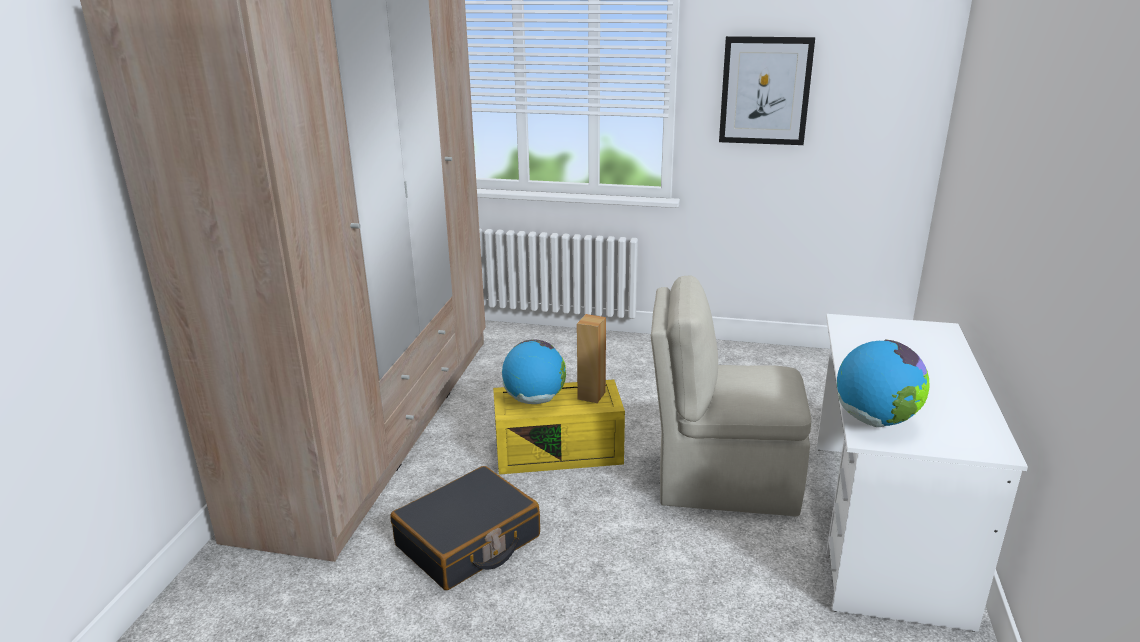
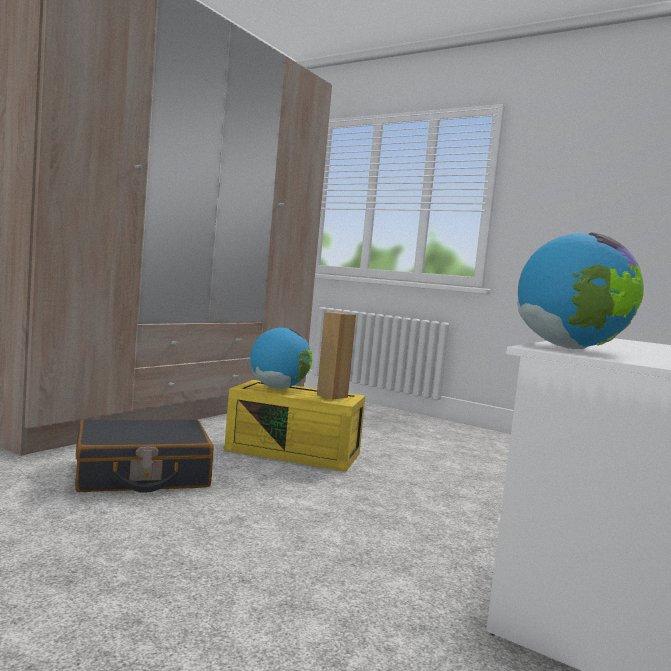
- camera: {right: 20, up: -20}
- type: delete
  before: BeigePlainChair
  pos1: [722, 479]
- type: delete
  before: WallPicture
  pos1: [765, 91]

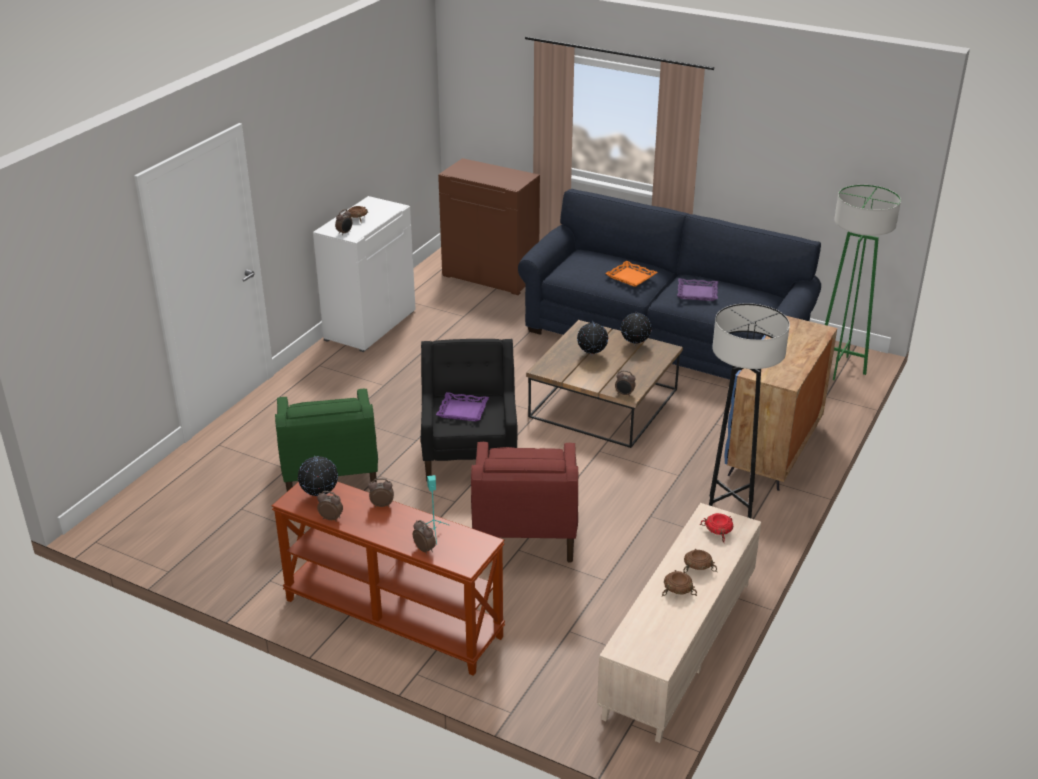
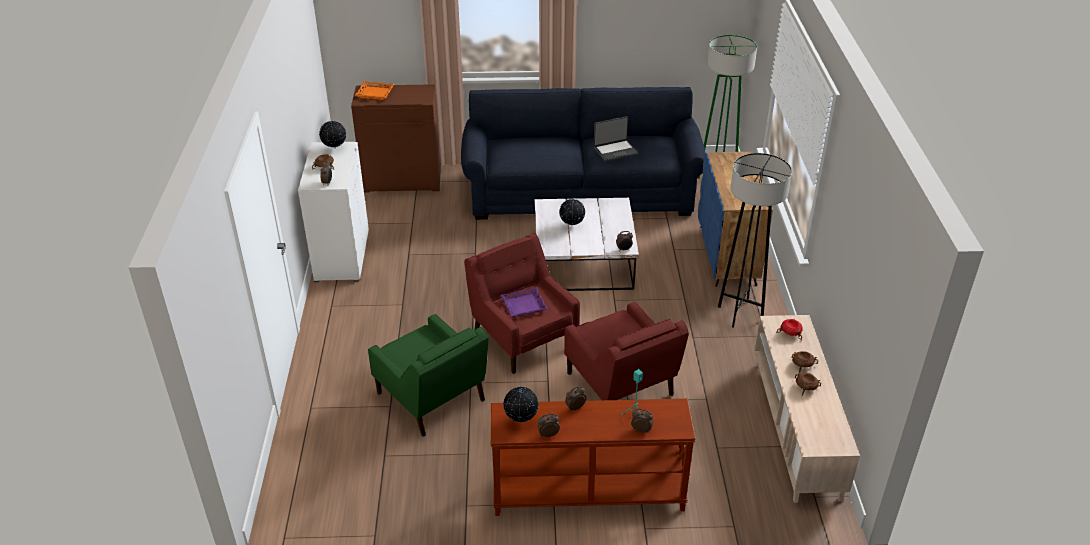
- camera: {right: -30, up: 5}
- type: move
  before: OrangeyCarryingTray
  pos1: [630, 277]
  pos2: [374, 93]
- type: move
  before: Globe
  pos1: [635, 345]
  pos2: [334, 148]
- type: replace
  before: PurpleCarryingTray
  after: NotebookComputer
  pos1: [697, 293]
  pos2: [615, 151]
- type: recolor
  before: BlackEasyChair
  after: RedEasyChair
  pos1: [470, 453]
  pos2: [523, 337]
- type: recolor
  before: BrownCoffeeTable
  after: WhiteColouredCoffeeTable
  pos1: [605, 402]
  pos2: [584, 259]

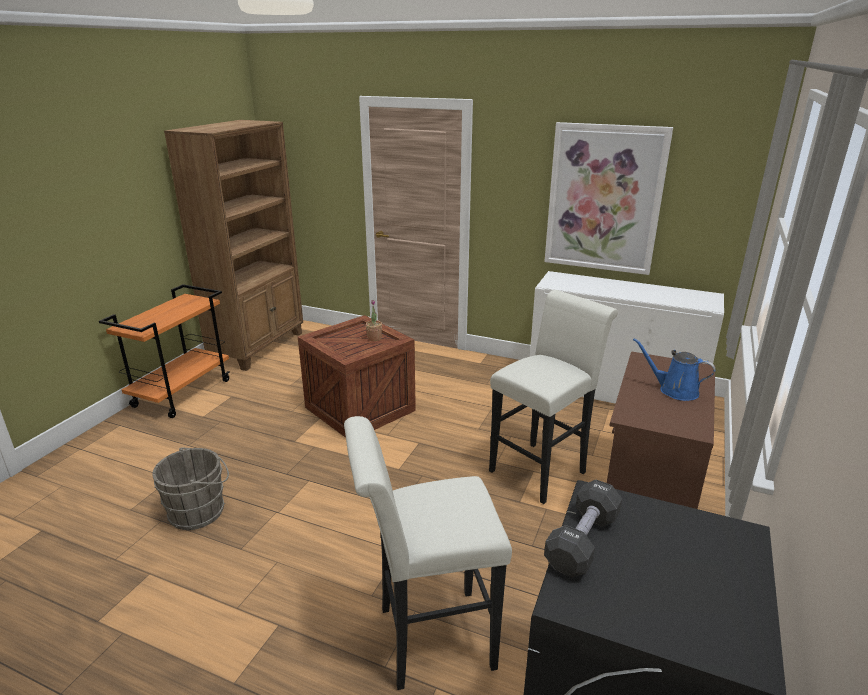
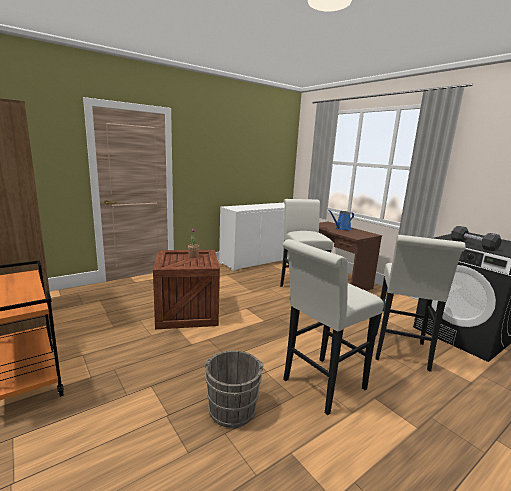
- camera: {right: -60, up: -10}
- type: delete
  before: WallPicture
  pos1: [604, 199]
- type: insert
  after: WhiteColouredStoolSeat
  pos2: [320, 386]

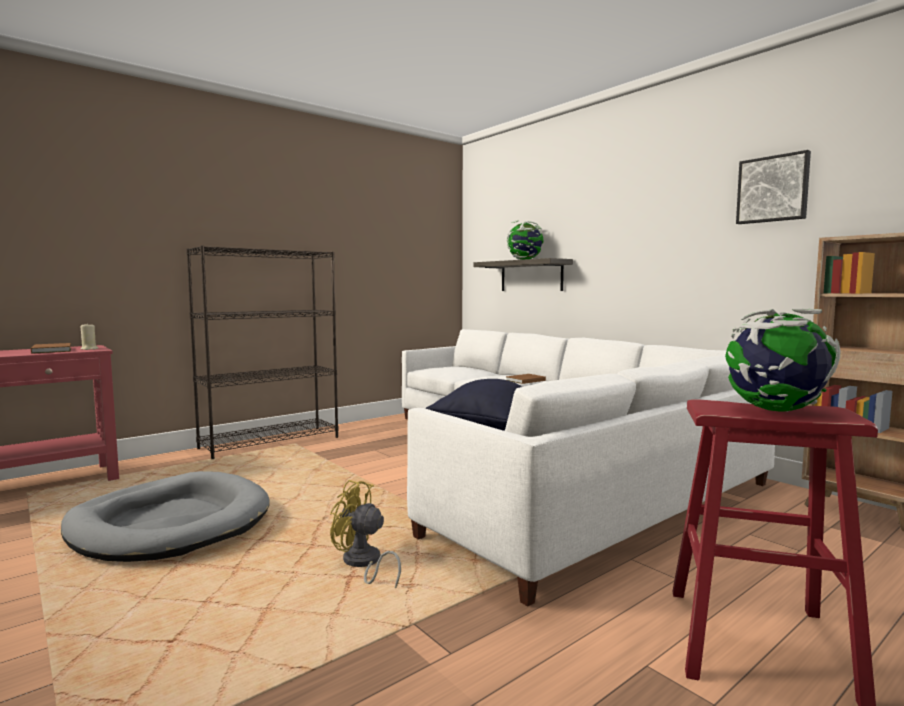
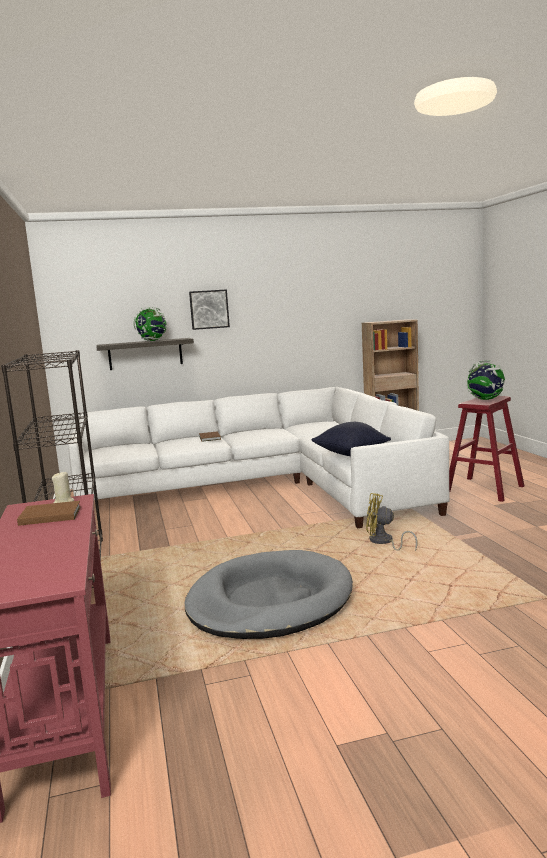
- camera: {right: -65, up: 5}
- type: move
  before: WallPicture
  pos1: [773, 189]
  pos2: [209, 309]
- type: rotate
  before: YellowFan
  pos1: [363, 564]
  pos2: [384, 542]
  turn: 60

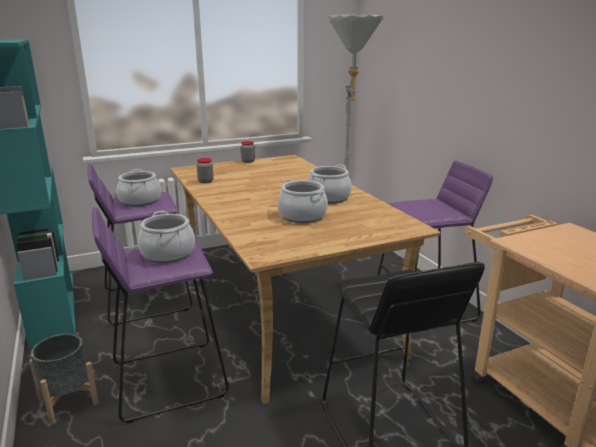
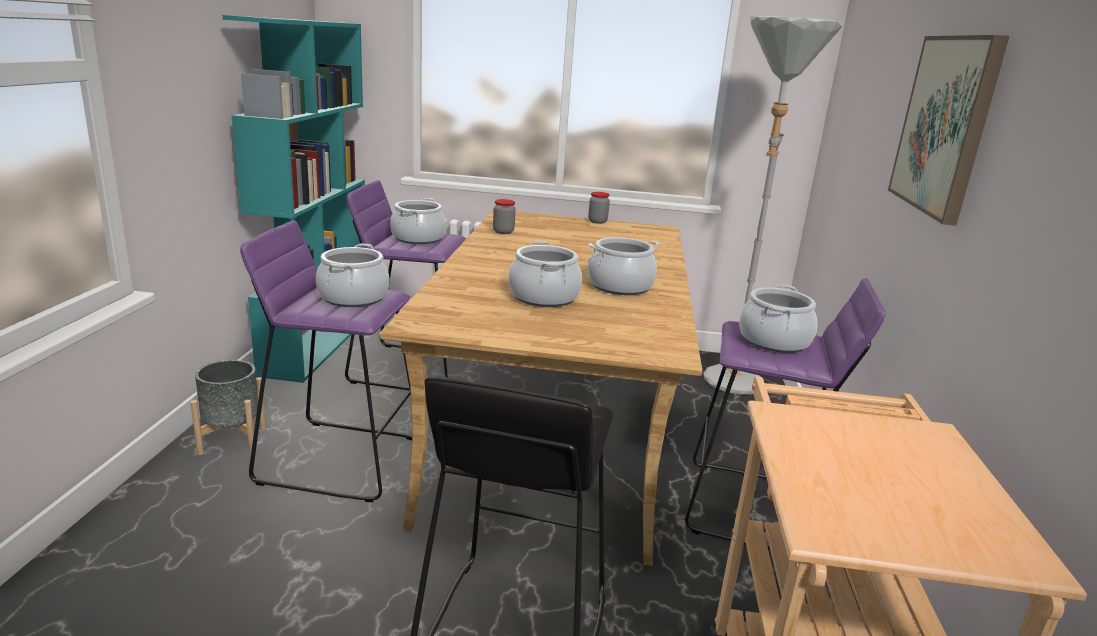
- camera: {right: 30, up: 0}
- type: insert
  after: CookingPot
  pos2: [773, 341]
- type: insert
  after: WallPicture
  pos2: [946, 125]

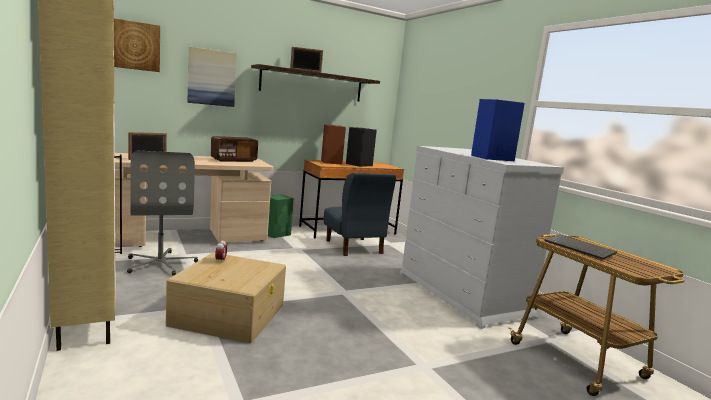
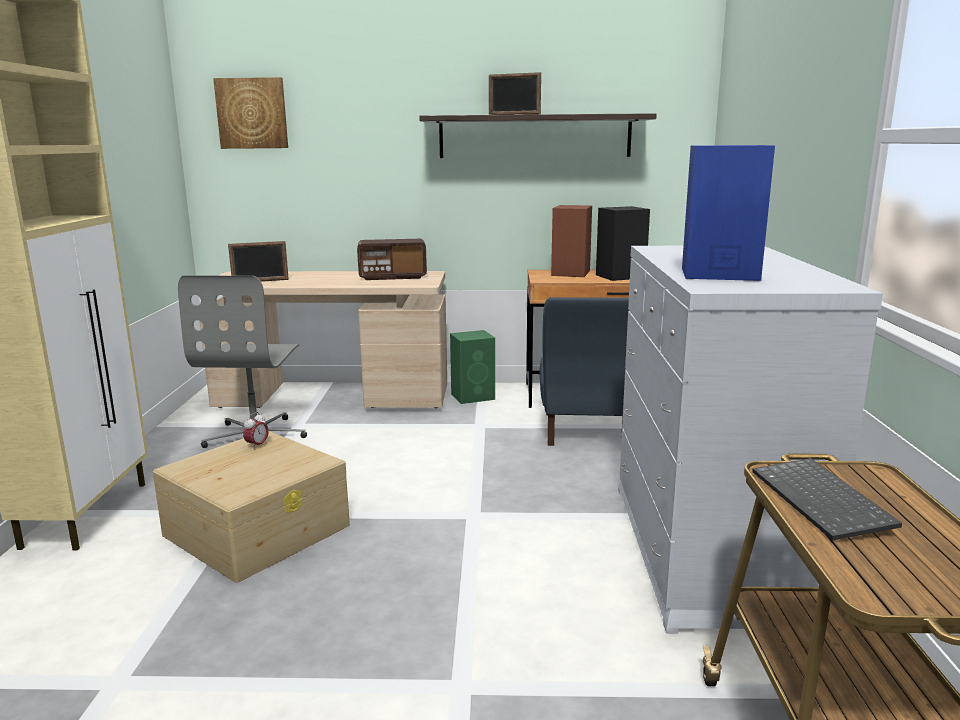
- camera: {right: 30, up: 5}
- type: delete
  before: WallPicture
  pos1: [211, 77]

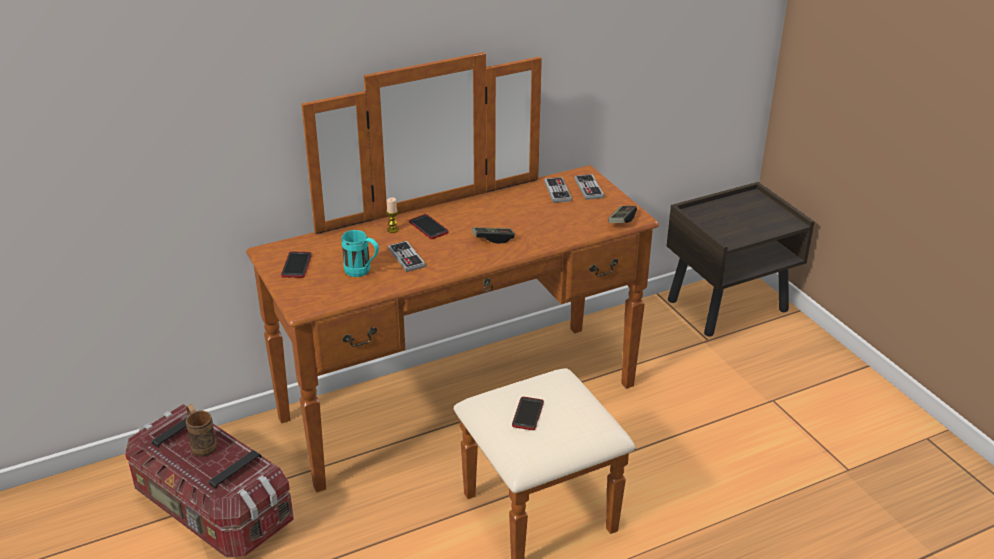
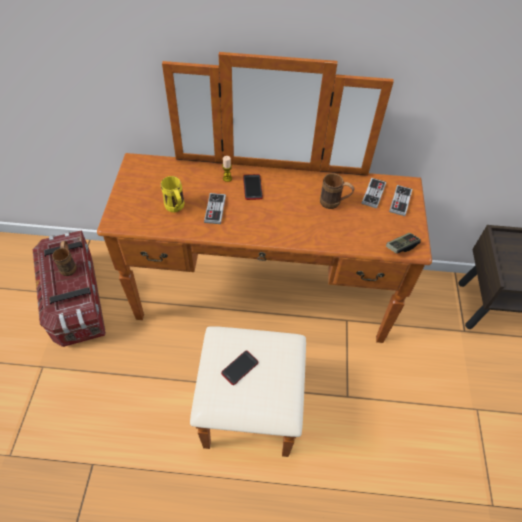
- camera: {right: 30, up: 20}
- type: delete
  before: Telephone
  pos1: [296, 265]
- type: delete
  before: GameController
  pos1: [493, 239]
- type: insert
  after: BrownTeaMug
  pos2: [334, 204]
- type: recolor
  before: BlueGreenTeaMug
  after: YellowTeaMug
  pos1: [362, 272]
  pos2: [176, 208]

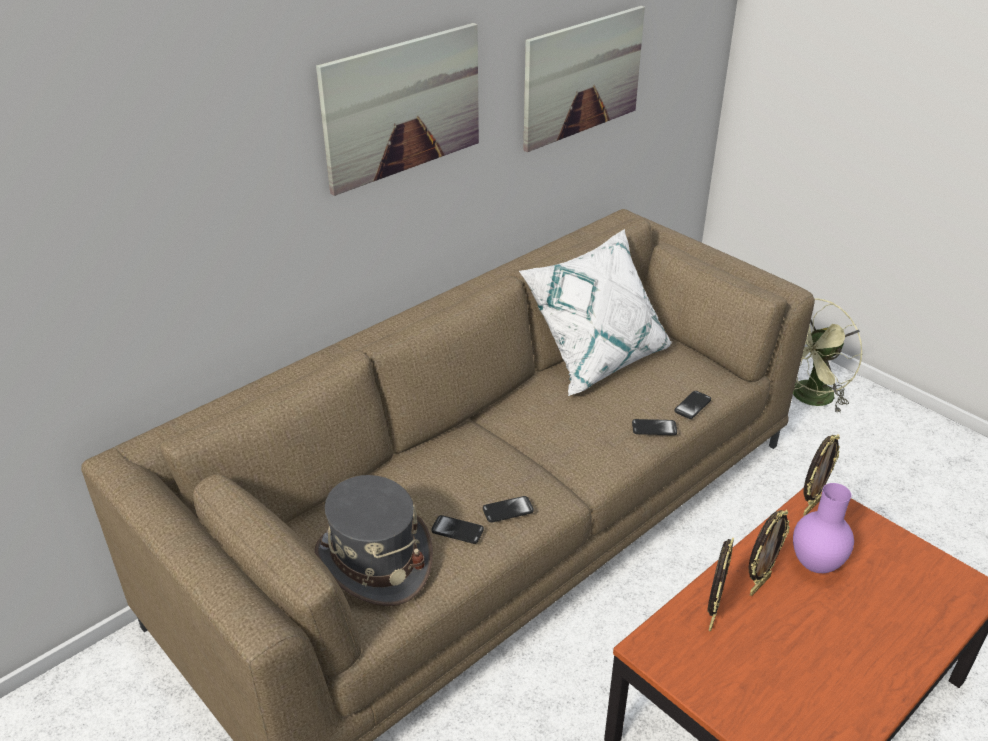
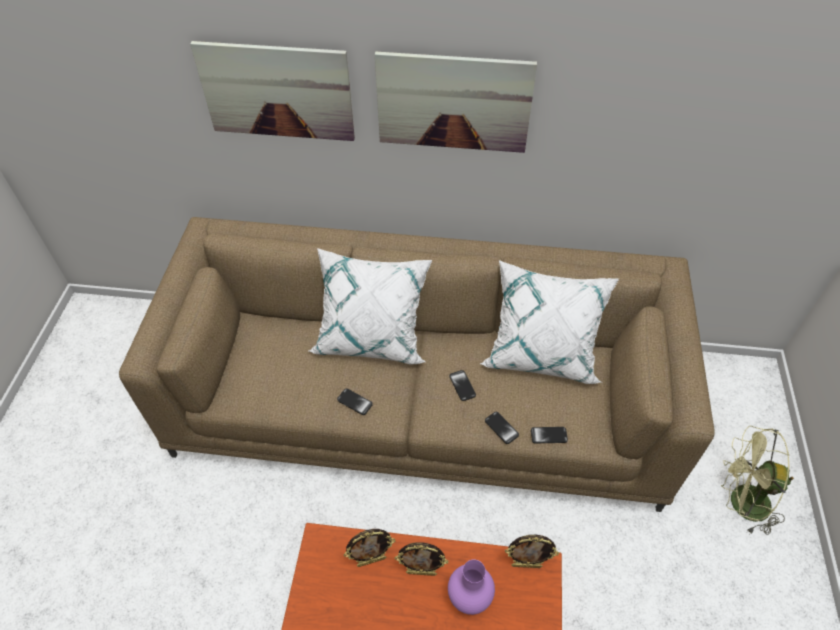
- camera: {right: 50, up: 15}
- type: delete
  before: GrayHat
  pos1: [374, 560]
- type: insert
  after: WhiteColouredPillow
  pos2: [372, 337]
- type: move
  before: Telephone
  pos1: [457, 530]
  pos2: [462, 386]
- type: move
  before: WallPicture
  pos1: [582, 77]
  pos2: [277, 91]

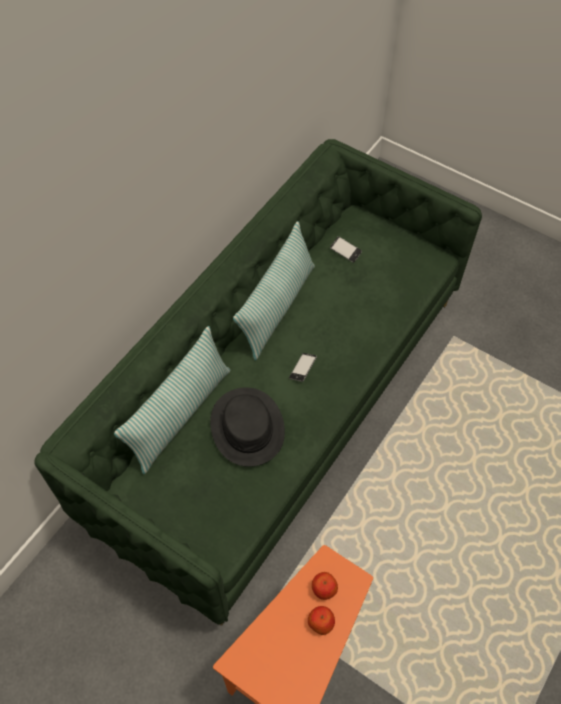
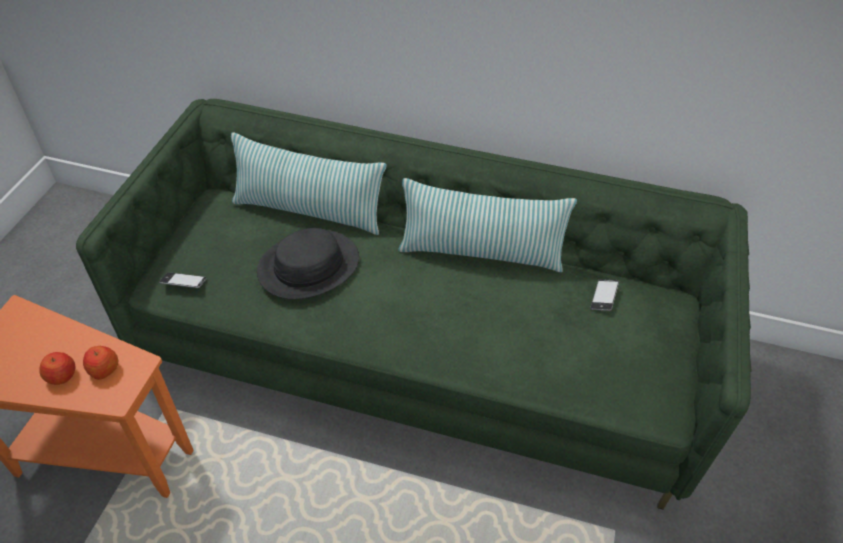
- camera: {right: 70, up: -10}
- type: move
  before: Telephone
  pos1: [302, 368]
  pos2: [184, 283]

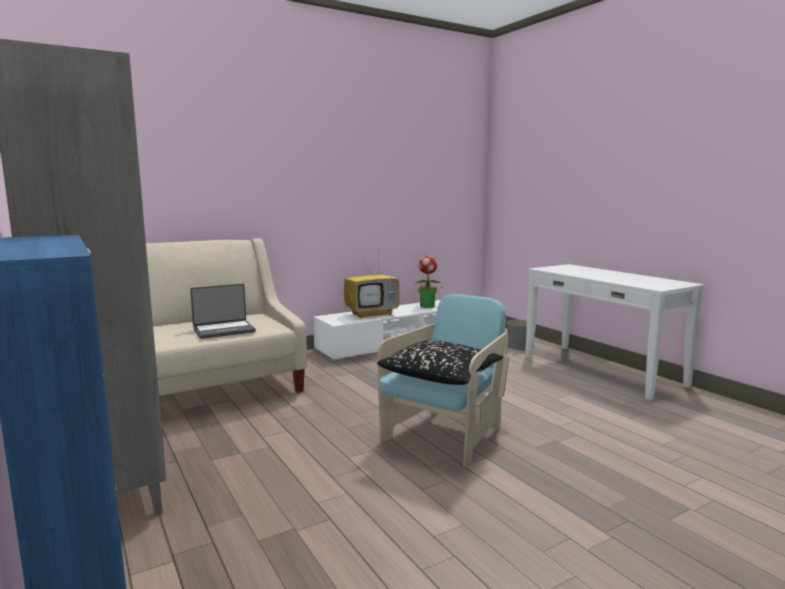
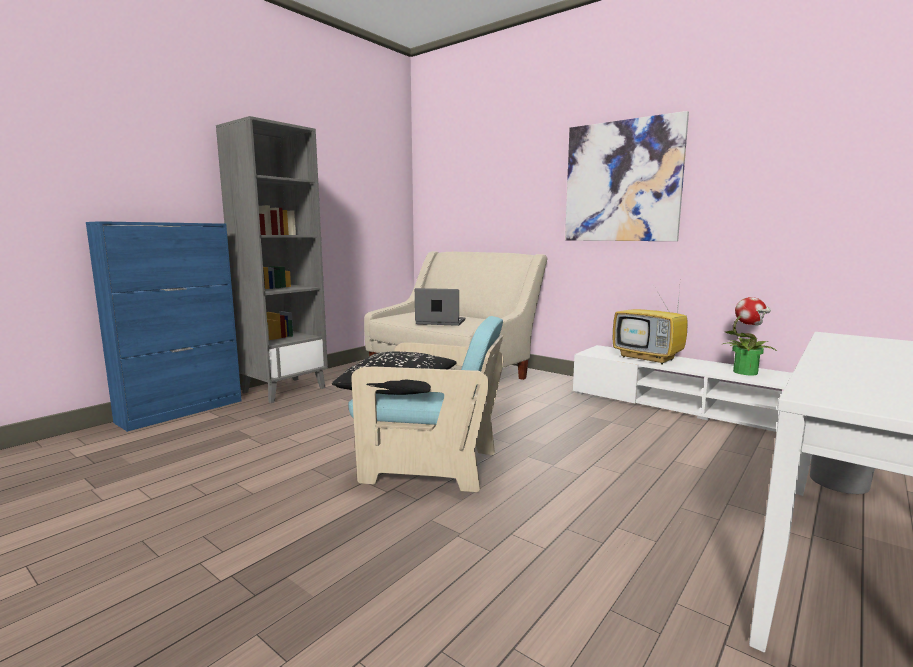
- camera: {right: 70, up: 0}
- type: insert
  after: WallPicture
  pos2: [622, 182]
- type: rotate
  before: NotebookComputer
  pos1: [224, 330]
  pos2: [440, 322]
  turn: 150

